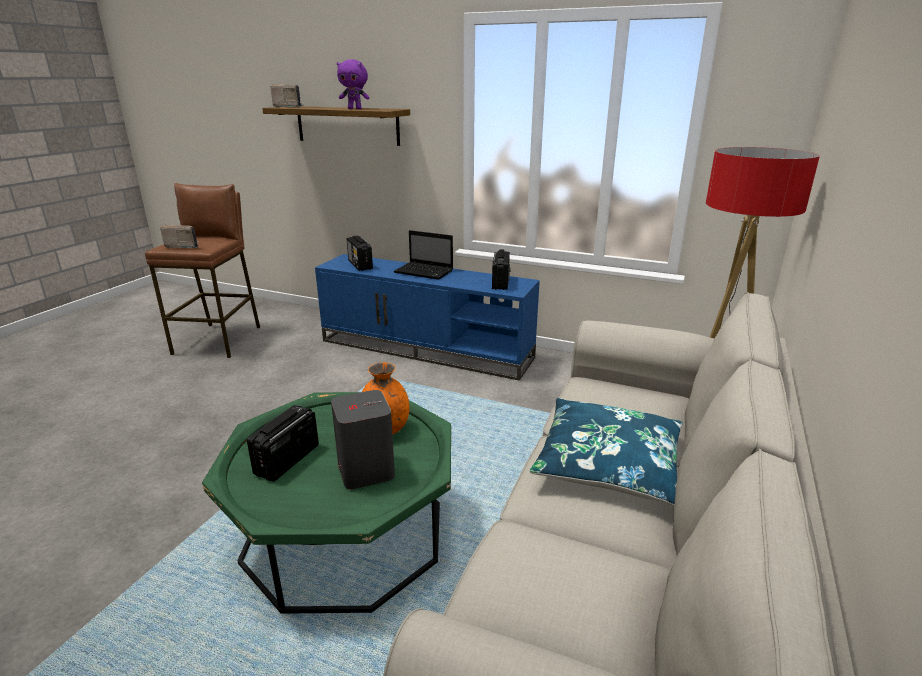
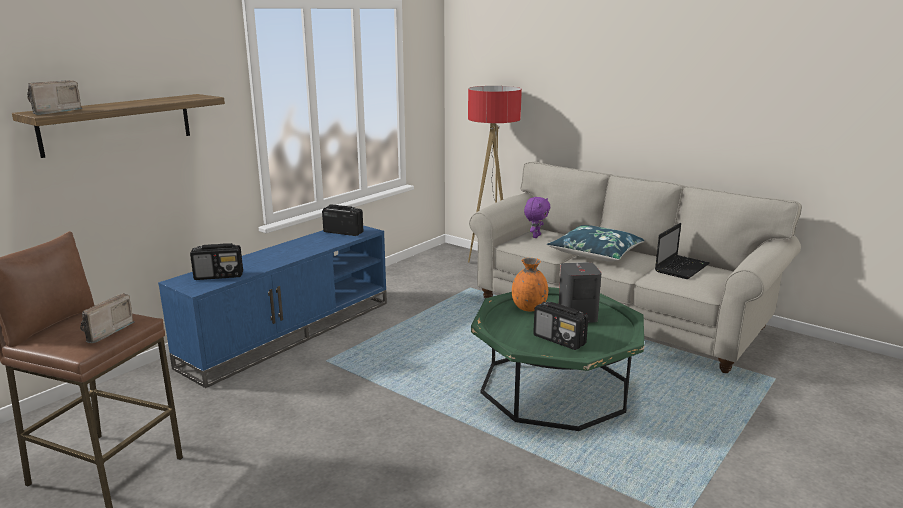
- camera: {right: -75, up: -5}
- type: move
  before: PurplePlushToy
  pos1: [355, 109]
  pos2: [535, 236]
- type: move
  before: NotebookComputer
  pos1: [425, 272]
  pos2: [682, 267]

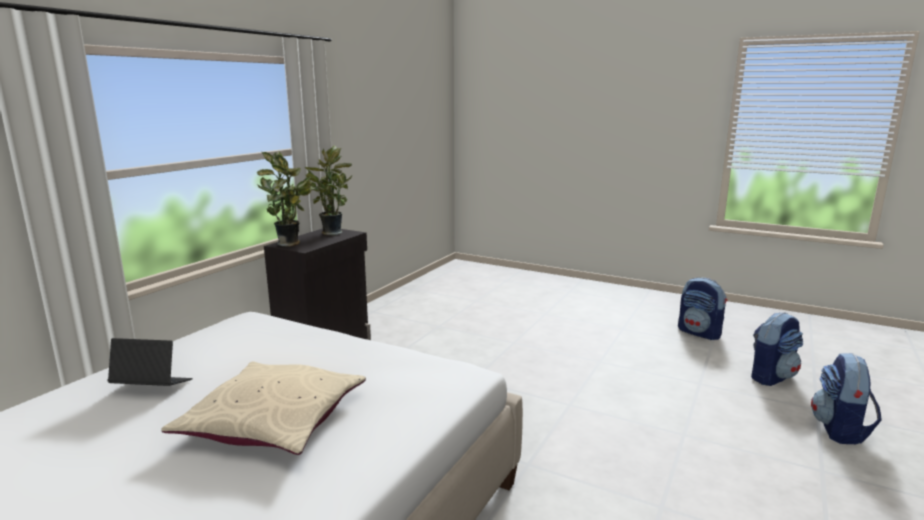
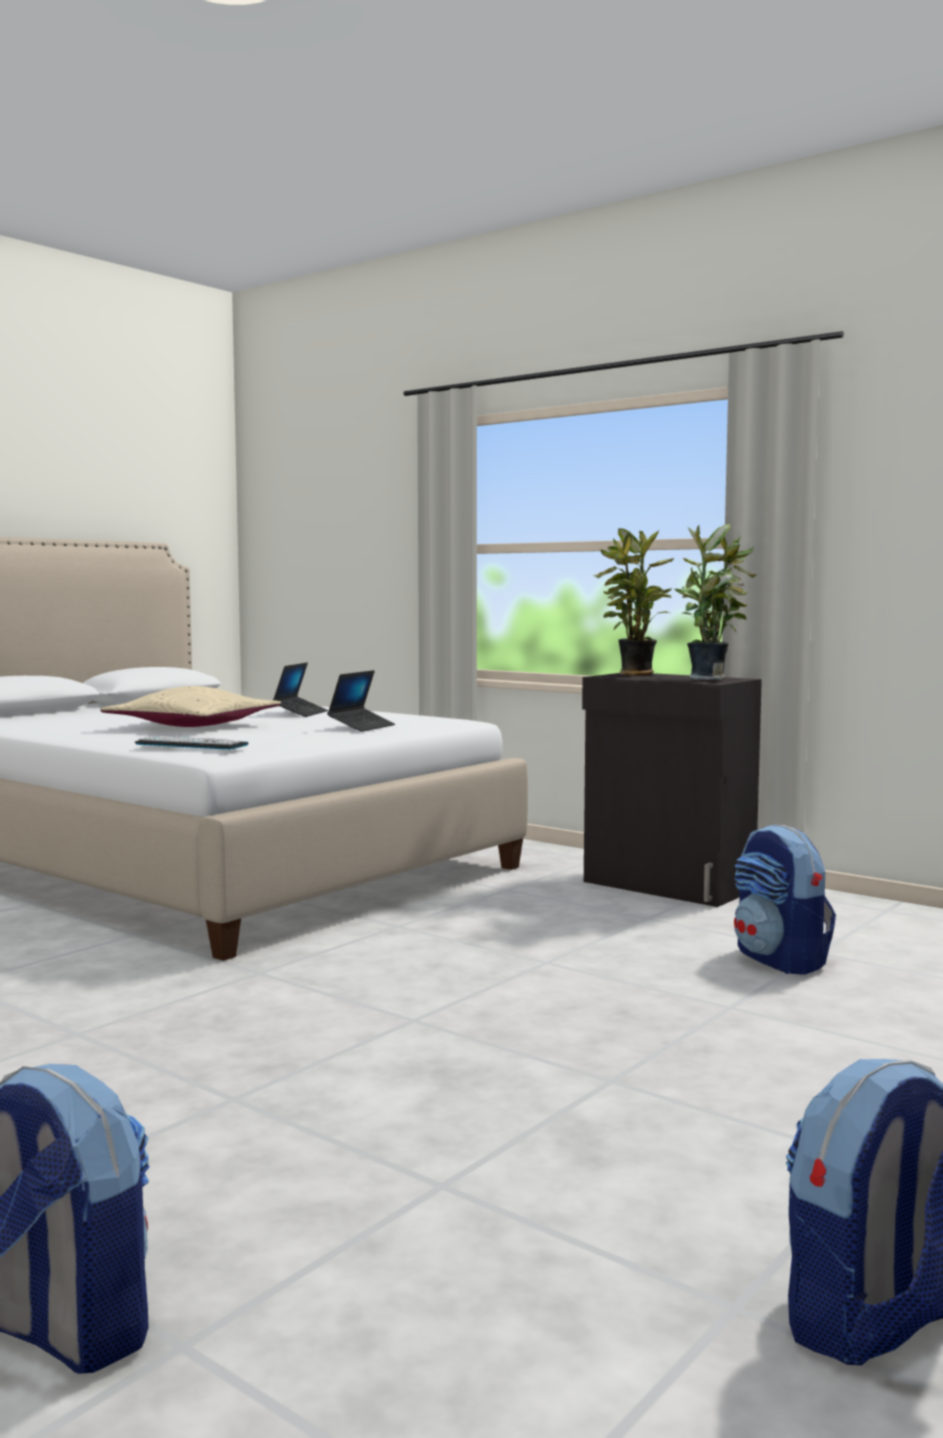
- camera: {right: 100, up: -10}
- type: insert
  after: PcKeyboard
  pos2: [191, 745]
- type: insert
  after: NotebookComputer
  pos2: [361, 727]
- type: move
  before: Knapsack
  pos1: [771, 377]
  pos2: [780, 961]

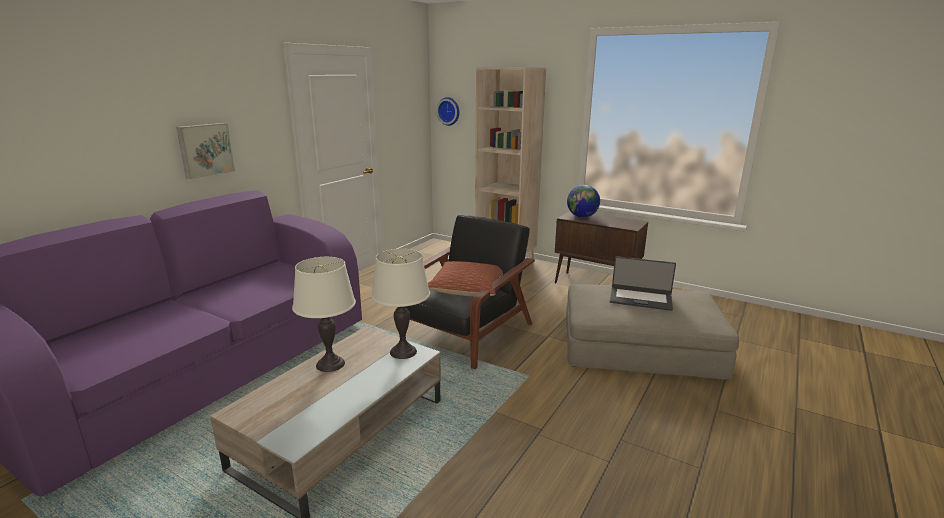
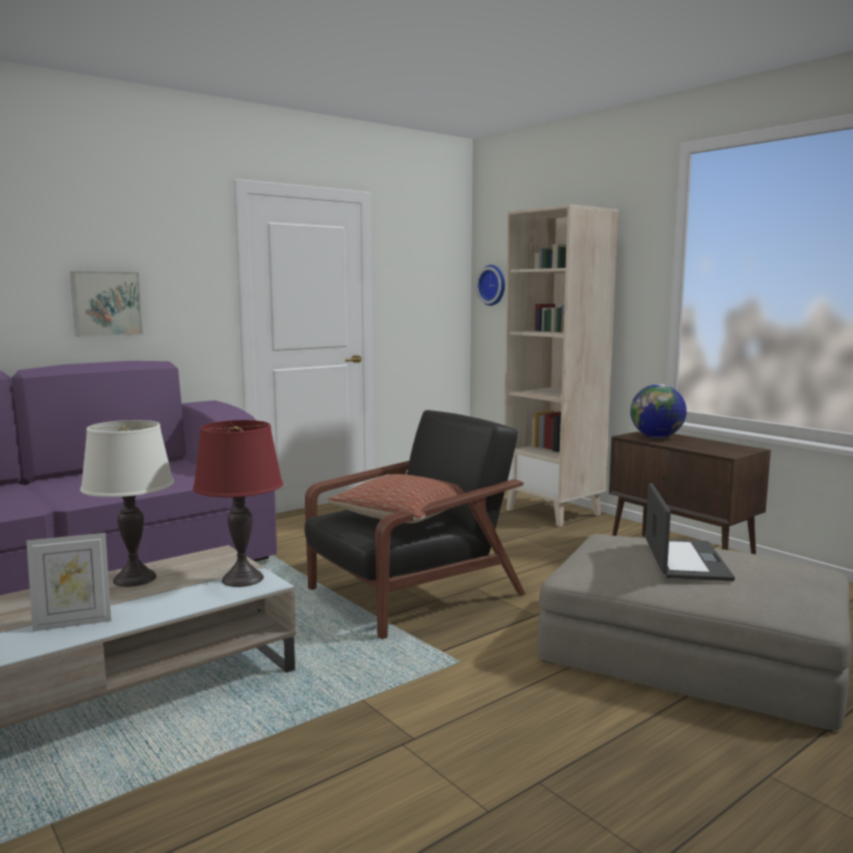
- camera: {right: 20, up: -10}
- type: insert
  after: PictureFrame
  pos2: [73, 623]
- type: recolor
  before: WhiteColouredTabletopLamp
  after: RedTabletopLamp
  pos1: [403, 352]
  pos2: [242, 579]
- type: rotate
  before: NotebookComputer
  pos1: [640, 299]
  pos2: [684, 560]
  turn: -120

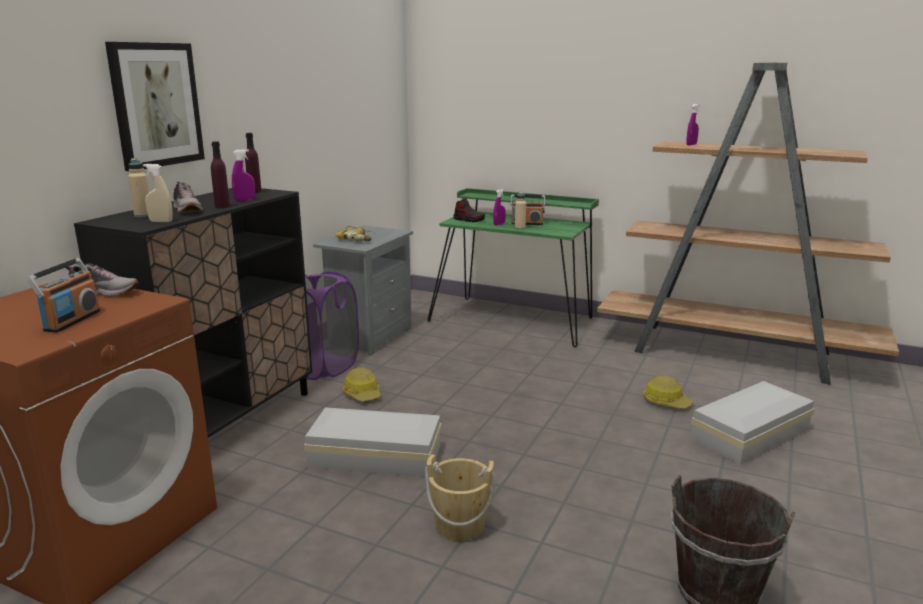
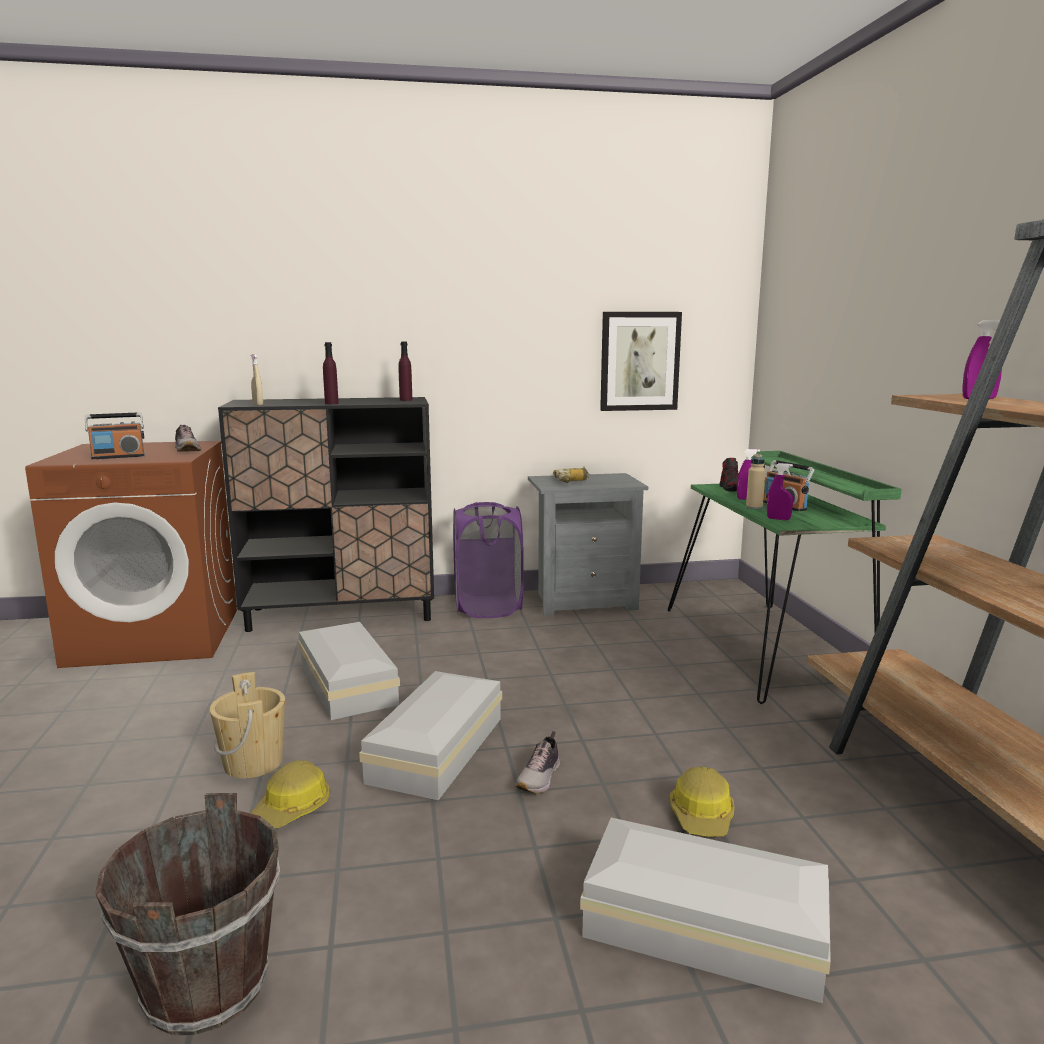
- camera: {right: 55, up: -5}
- type: delete
  before: BeigeBeverageBottle
  pos1: [143, 215]
- type: insert
  after: WhiteColouredStorageContainer
  pos2: [440, 748]
- type: move
  before: WallPicture
  pos1: [156, 105]
  pos2: [639, 361]
- type: move
  before: Shoe
  pos1: [188, 210]
  pos2: [540, 778]
- type: move
  before: PurpleSprayer
  pos1: [245, 200]
  pos2: [778, 519]
- type: move
  before: WorkHelmet
  pos1: [363, 394]
  pos2: [293, 809]

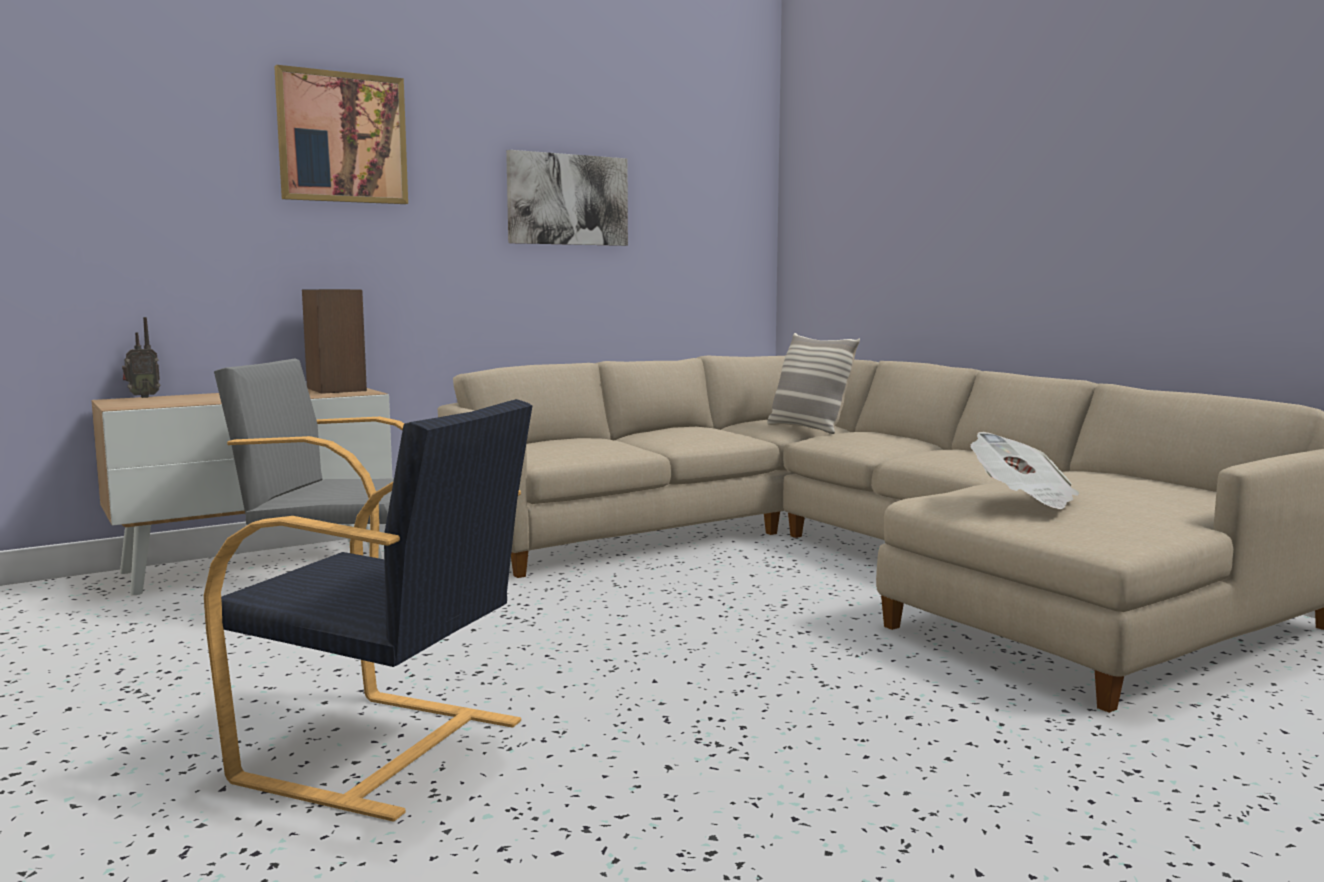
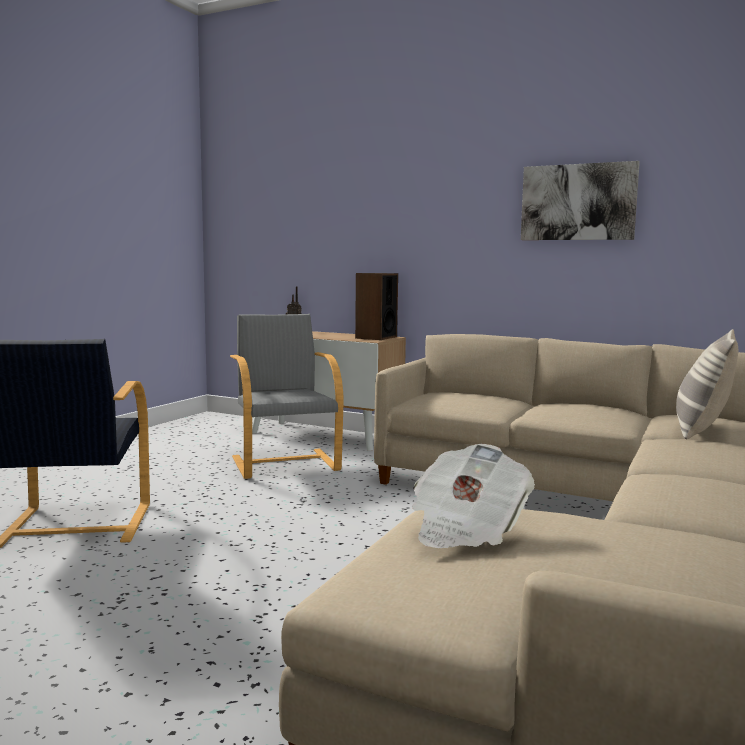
- camera: {right: 60, up: 0}
- type: delete
  before: WallPicture
  pos1: [342, 138]

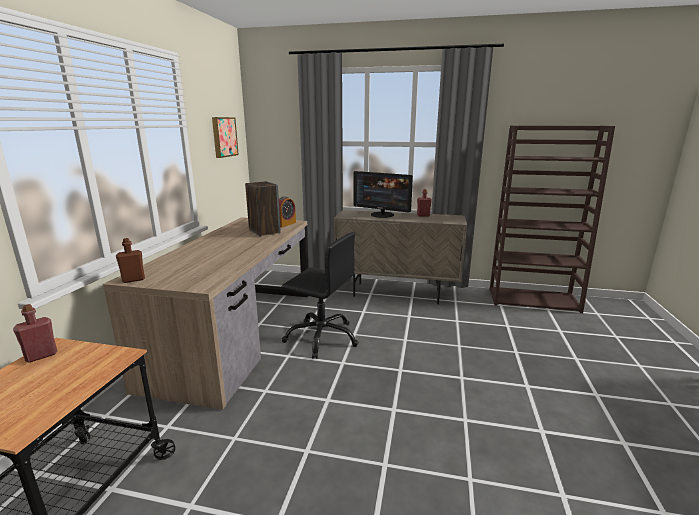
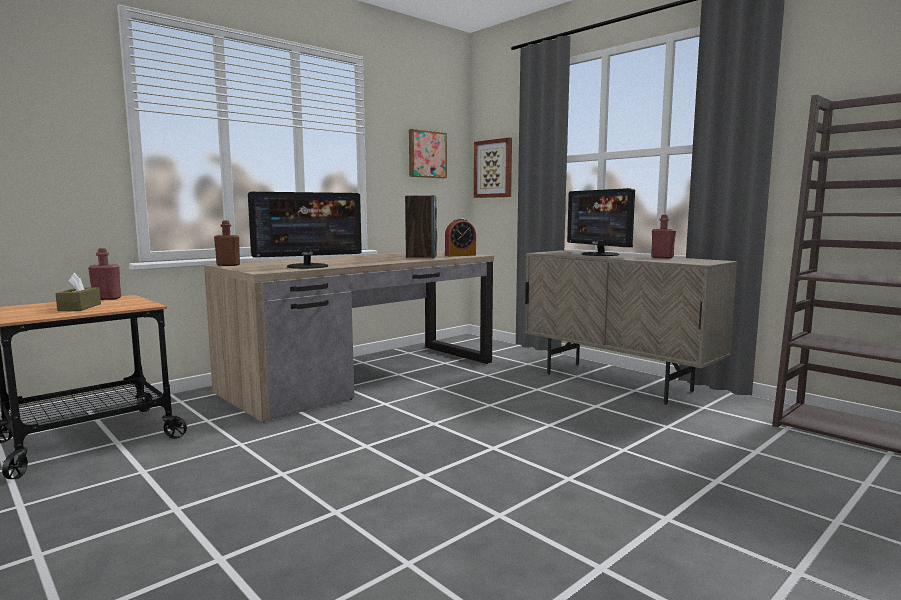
- camera: {right: 35, up: -10}
- type: delete
  before: BlackOfficeChair
  pos1: [322, 337]
- type: insert
  after: BrownBoxOfTissues
  pos2: [80, 307]
- type: insert
  after: ComputerDisplay
  pos2: [308, 266]
- type: insert
  after: WallPicture
  pos2: [493, 169]

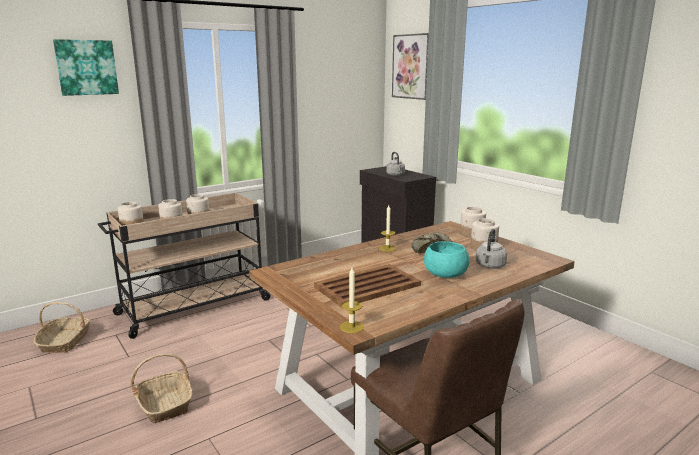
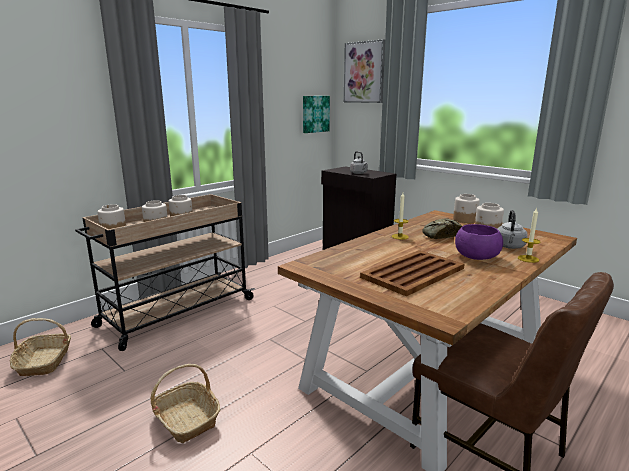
- camera: {right: -10, up: 0}
- type: move
  before: WallPicture
  pos1: [86, 67]
  pos2: [315, 114]
- type: move
  before: Candle
  pos1: [351, 327]
  pos2: [528, 259]
- type: recolor
  before: BlueGreenBowl
  after: PurpleBowl
  pos1: [445, 274]
  pos2: [476, 256]

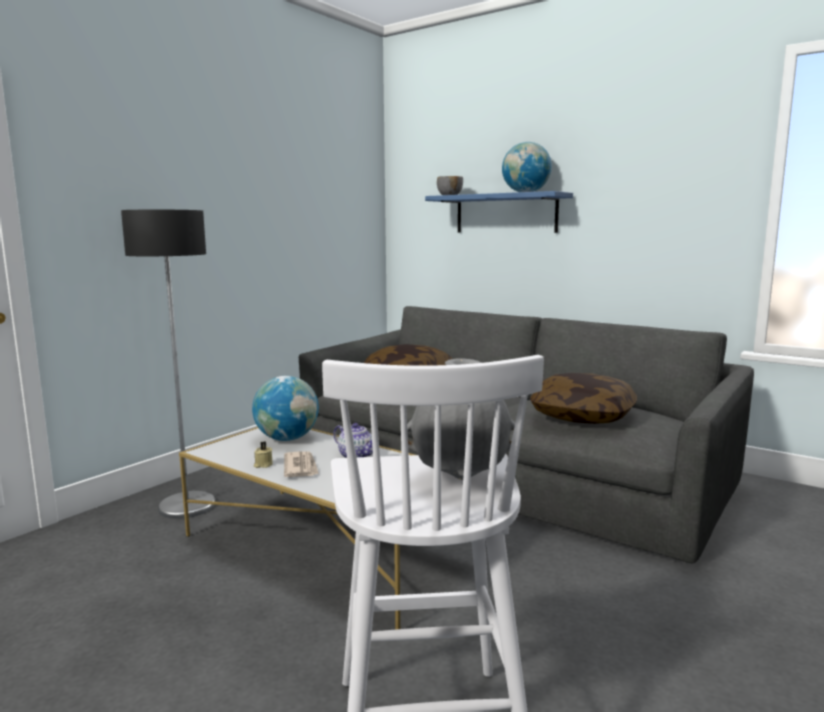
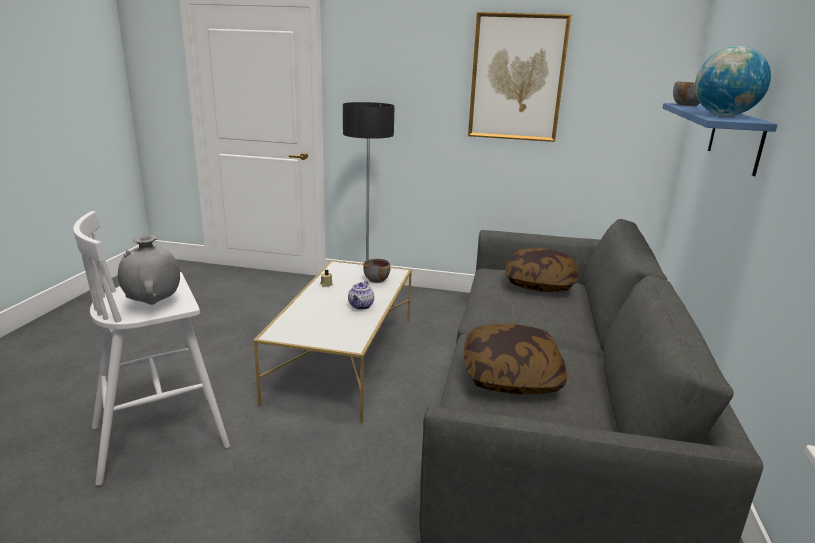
- camera: {right: 65, up: 10}
- type: delete
  before: Newspaper
  pos1: [301, 467]
- type: insert
  after: WallPicture
  pos2: [517, 78]
- type: replace
  before: Globe
  after: GrayBowl
  pos1: [287, 439]
  pos2: [376, 280]

